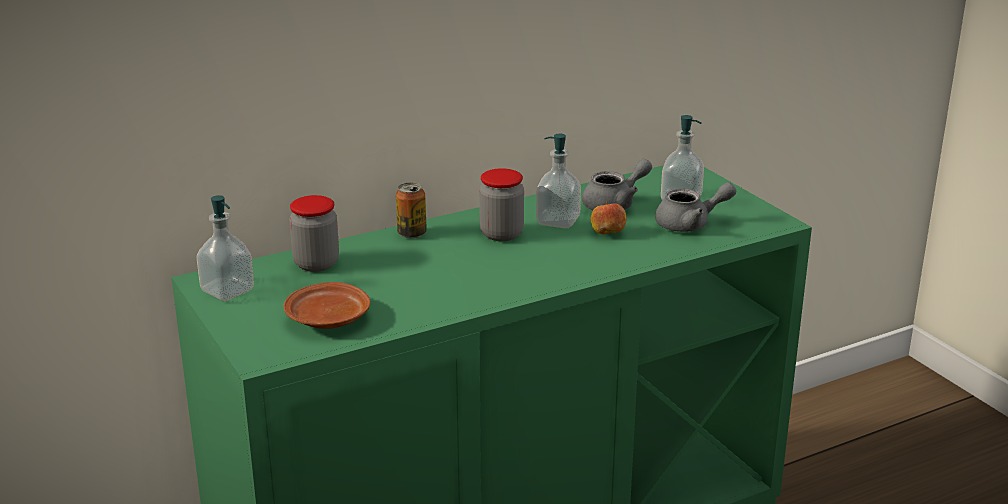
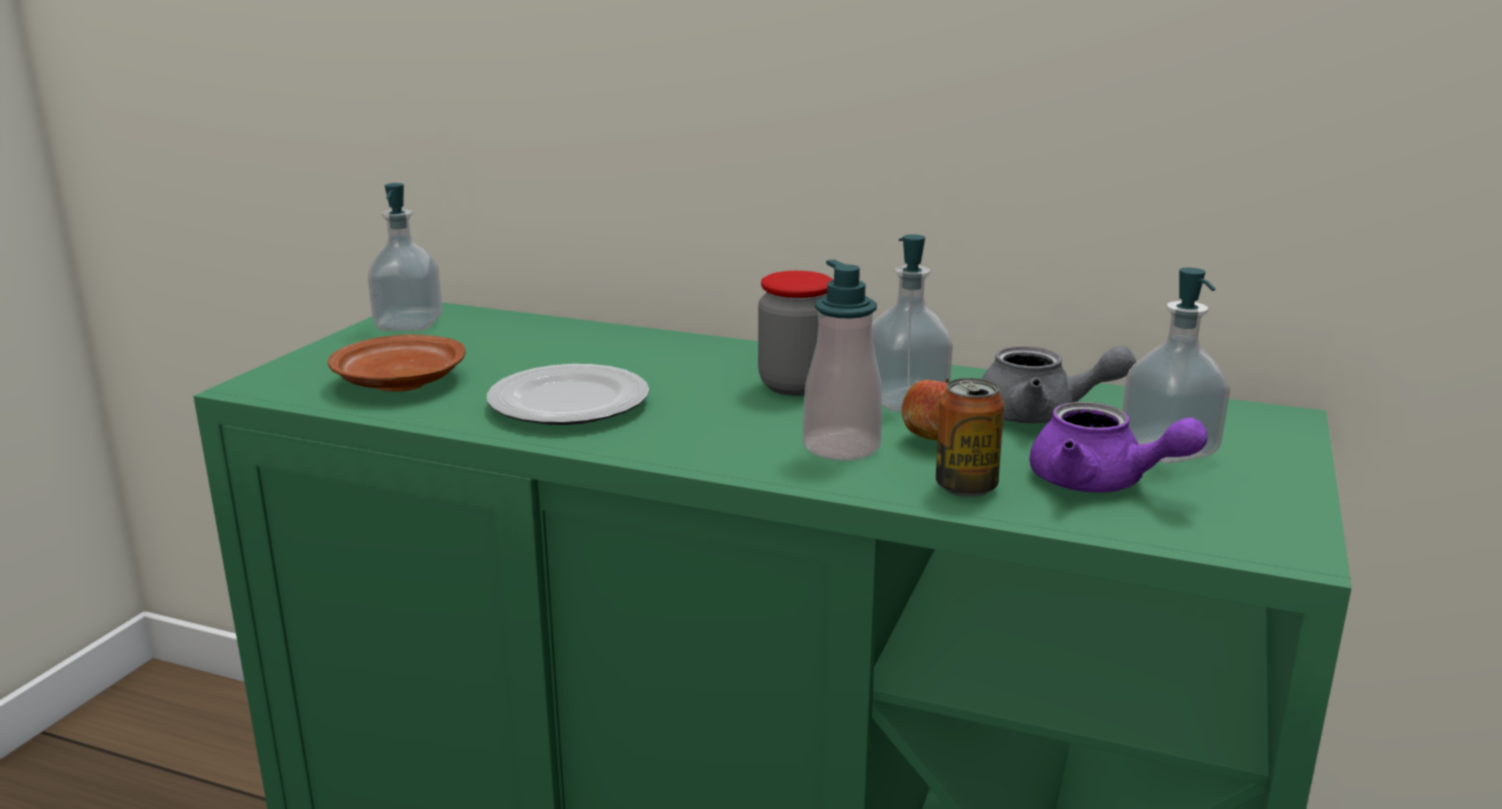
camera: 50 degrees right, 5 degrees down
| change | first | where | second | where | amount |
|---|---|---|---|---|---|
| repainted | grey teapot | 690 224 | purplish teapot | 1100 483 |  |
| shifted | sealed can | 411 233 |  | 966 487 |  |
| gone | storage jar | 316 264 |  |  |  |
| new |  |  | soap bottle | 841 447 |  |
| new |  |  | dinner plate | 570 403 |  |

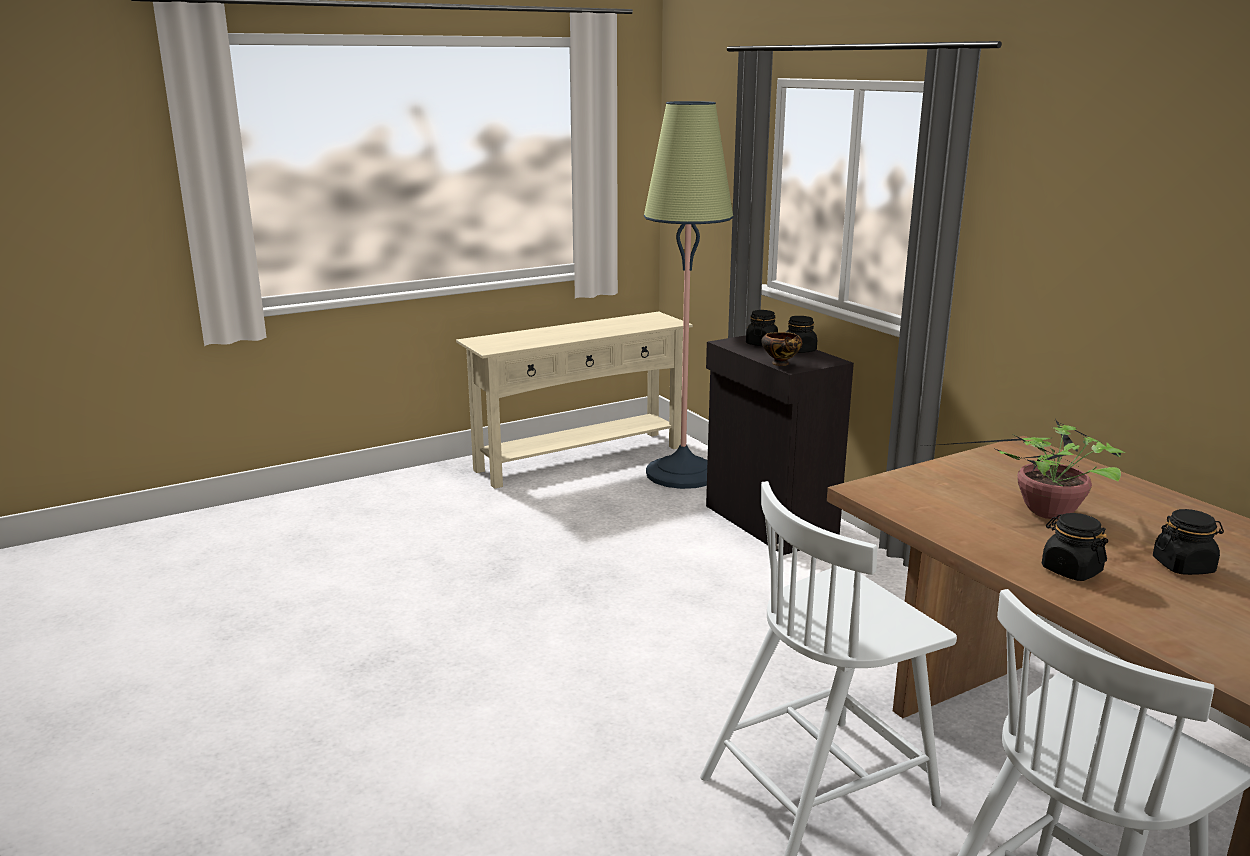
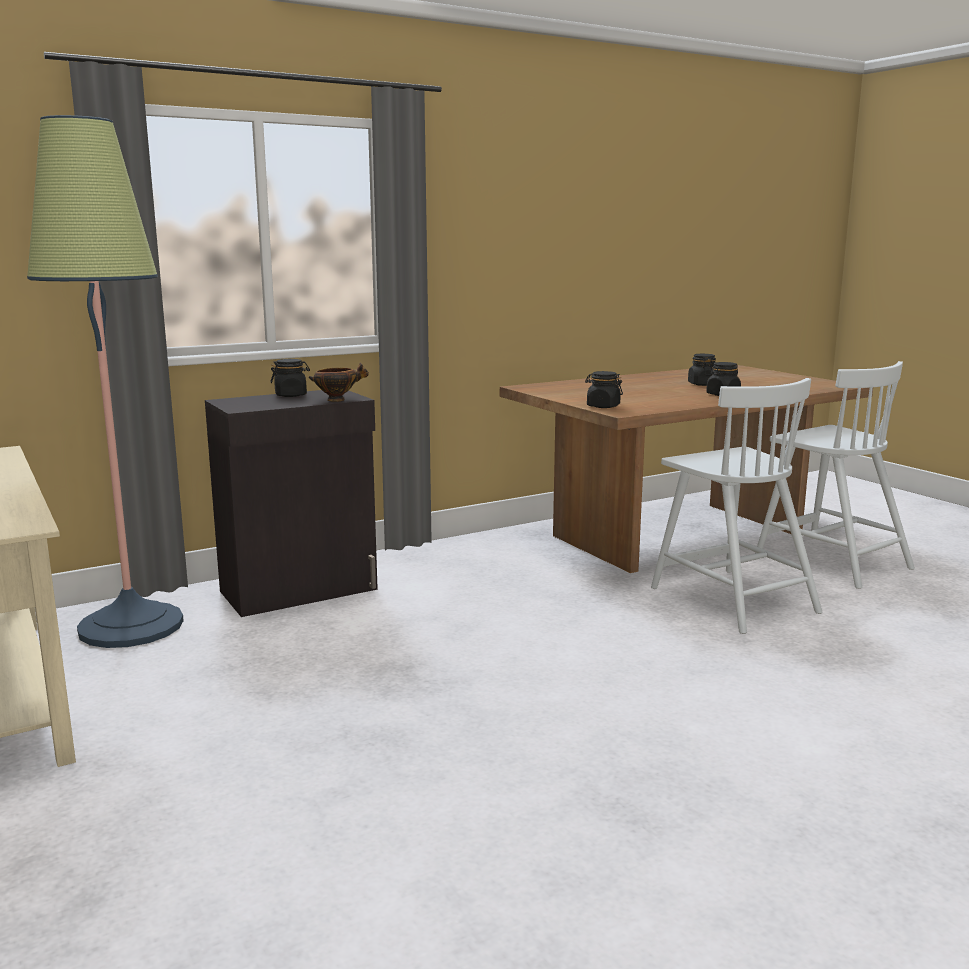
camera: 90 degrees left, 5 degrees down
| change | first | where | second | where | amount |
|---|---|---|---|---|---|
| shifted | blackish storage jar | 761 343 |  | 603 406 |  |
| gone | plant in a pot | 1043 512 |  |  |  |

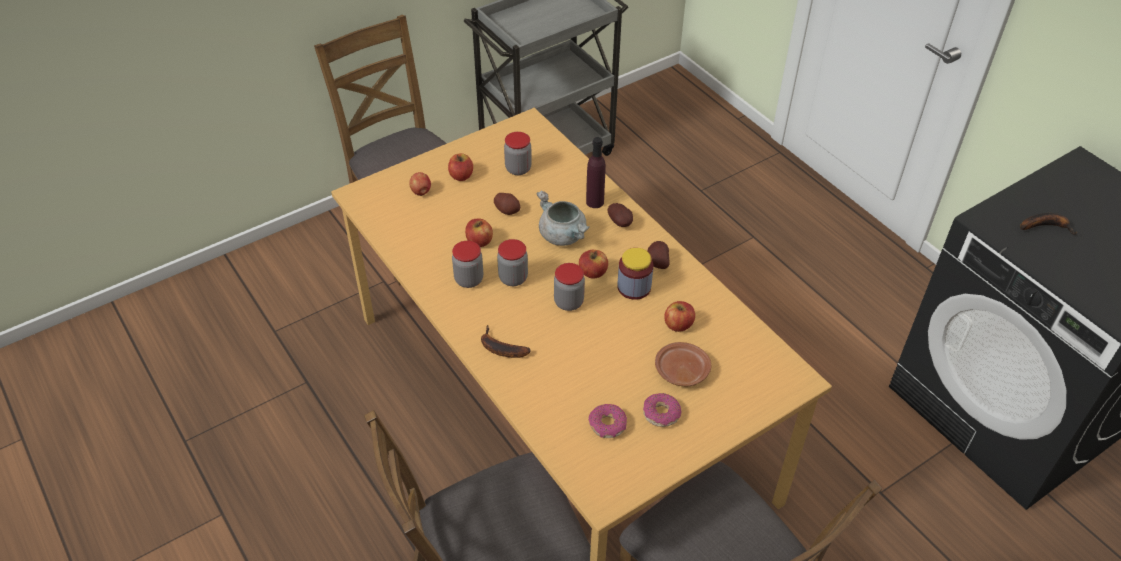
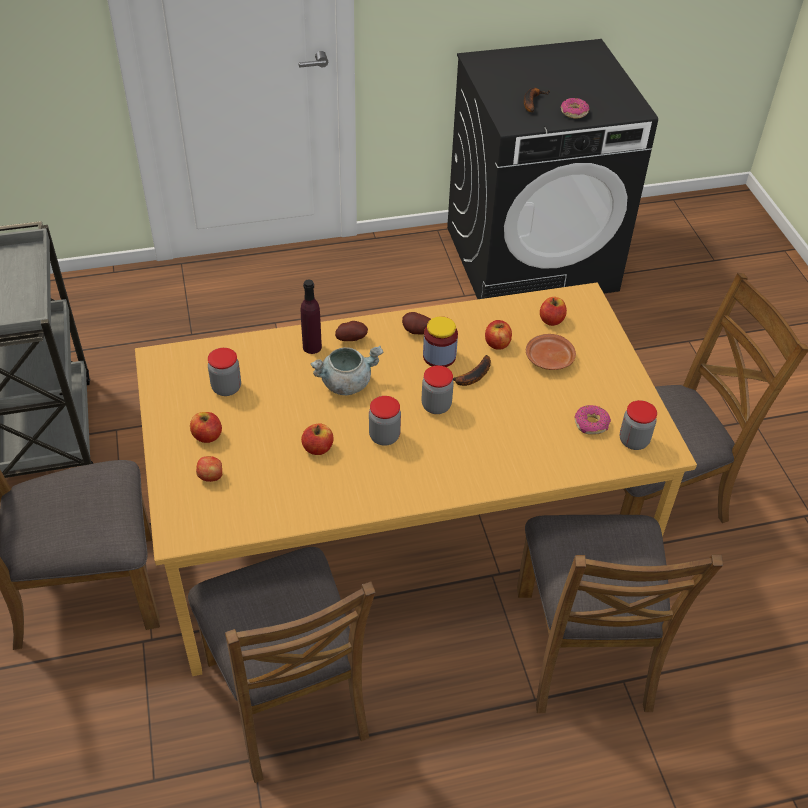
camera: 70 degrees left, 0 degrees up
| change | first | where | second | where | amount |
|---|---|---|---|---|---|
| gone | whole potato | 507 210 |  |  |  |
| shifted | storage jar | 469 279 |  | 633 441 |  |
| shifted | apple | 593 272 |  | 551 320 |  |
| shifted | banana | 499 348 |  | 471 377 |  |
| shifted | ring doughnut | 661 414 |  | 573 112 |  |
| new |  |  | brown chair | 288 696 |  |

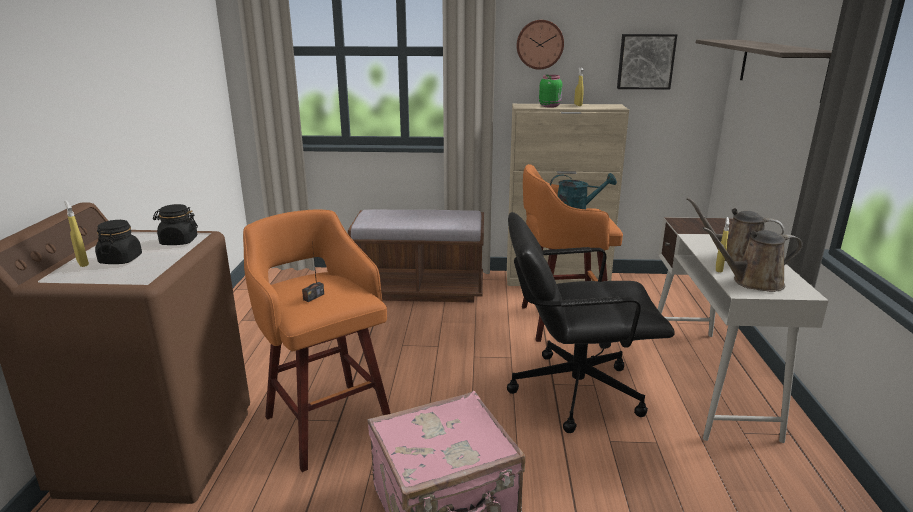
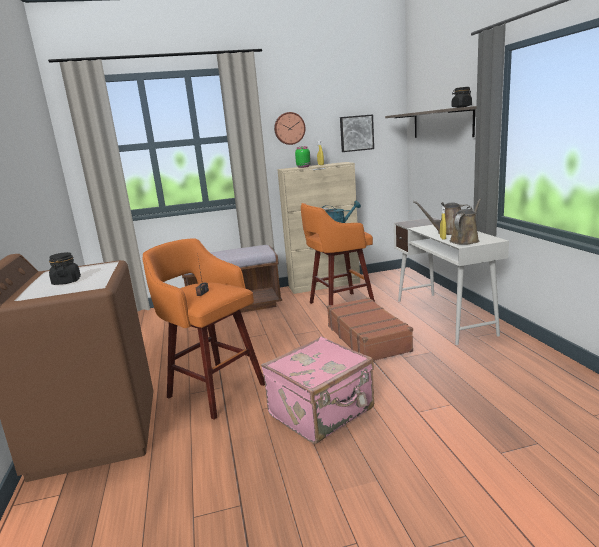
camera: 15 degrees left, 5 degrees down
| change | first | where | second | where | amount |
|---|---|---|---|---|---|
| gone | yellow-coloured hand sprayer | 83 263 |  |  |  |
| shifted | blackish storage jar | 179 241 |  | 461 107 |  |
| swapped | blackish computer chair | 574 390 | brown piece of luggage | 368 338 |  |
| rotated | brown watering pot | 753 282 |  | 465 240 | 150 degrees clockwise |

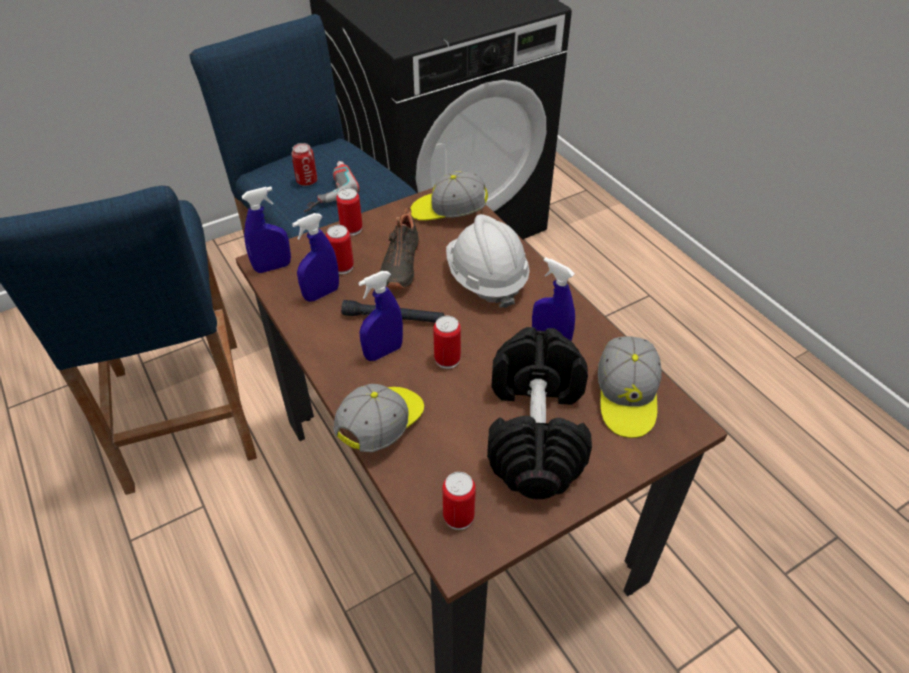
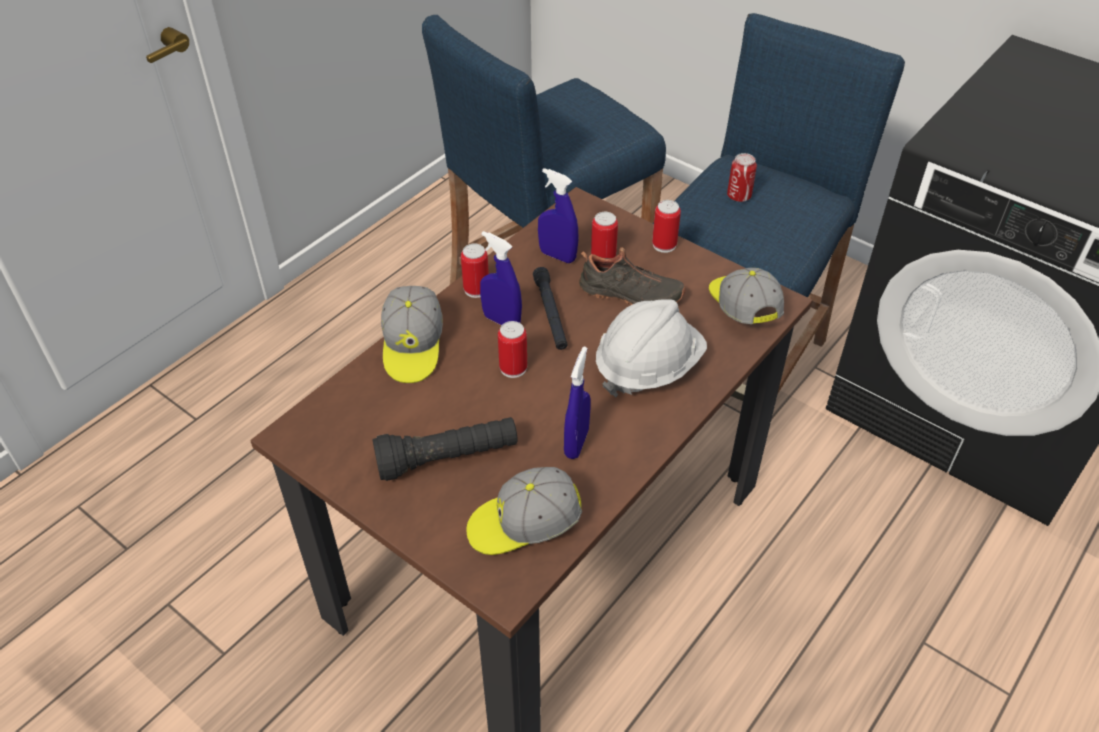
camera: 70 degrees right, 0 degrees up
| change | first | where | second | where | amount |
|---|---|---|---|---|---|
| gone | drill | 325 190 |  |  |  |
| gone | blue-coloured hand sprayer | 273 267 |  |  |  |
| rotated | blackish item of footwear | 399 265 |  | 630 295 | 150 degrees counterclockwise |
| swapped | blackish free weight | 536 431 | blackish hand torch | 447 458 |  |
| rotated | peaked cap | 382 425 |  | 413 347 | 75 degrees clockwise |
| shifted | sealed can | 458 516 |  | 476 289 |  |

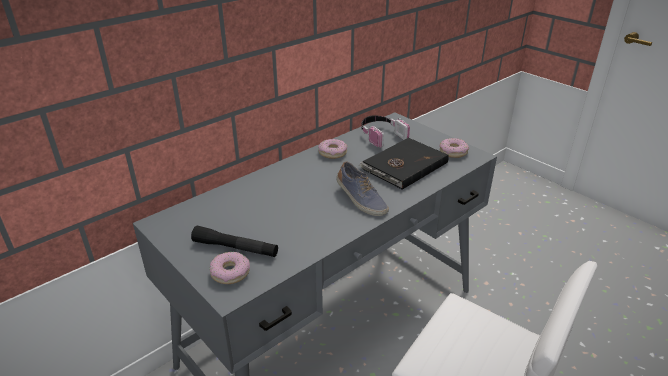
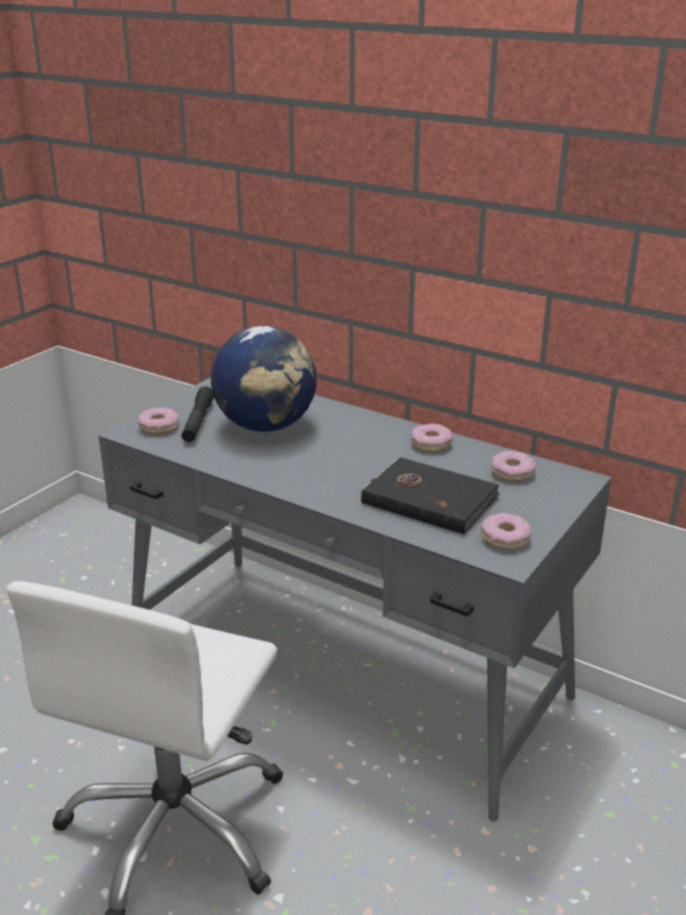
camera: 75 degrees right, 5 degrees down
| change | first | where | second | where | amount |
|---|---|---|---|---|---|
| swapped | headset | 381 135 | ring doughnut | 512 473 |  |
| gone | item of footwear | 360 200 |  |  |  |
| new |  |  | globe | 266 426 |  |

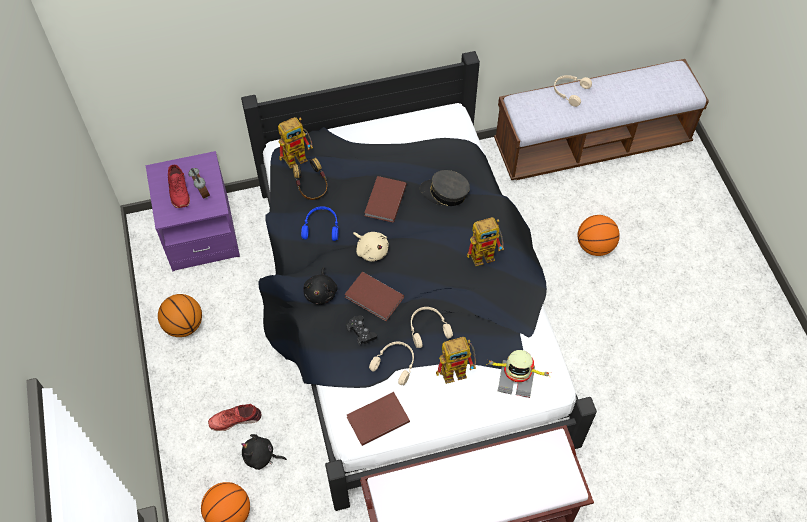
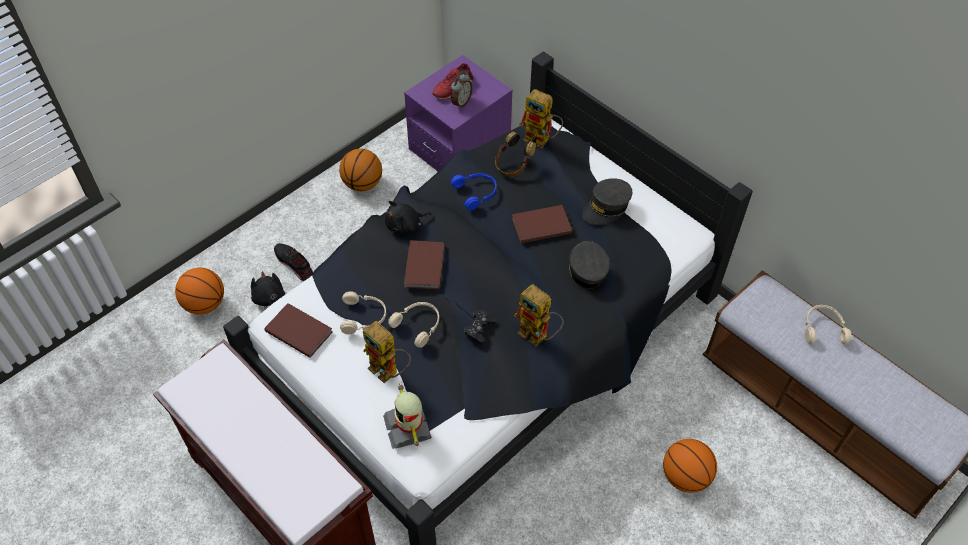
camera: 60 degrees right, 5 degrees down
| change | first | where | second | where | amount |
|---|---|---|---|---|---|
| gone | sand-coloured soft toy | 371 250 |  |  |  |
| shifted | blackish joypad | 361 332 |  | 479 329 |  |
| repainted | red item of footwear | 235 419 | blackish item of footwear | 294 264 |  |
| new |  |  | grey peaked cap | 606 208 |  |

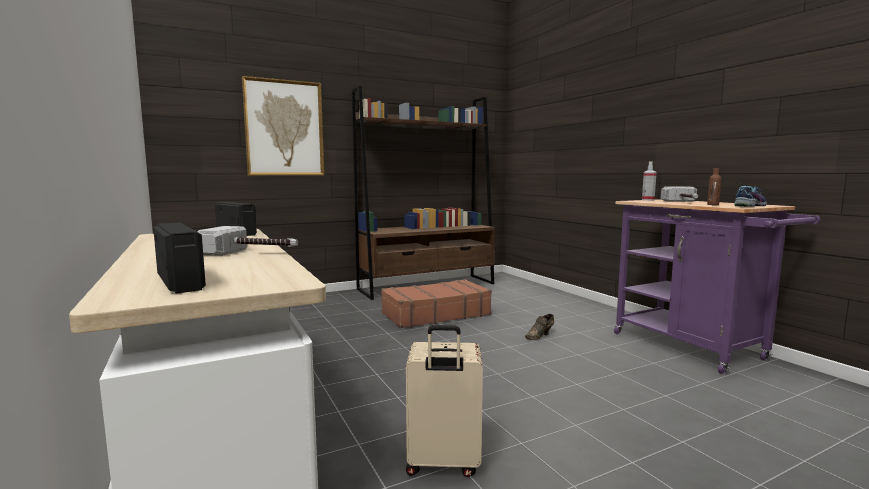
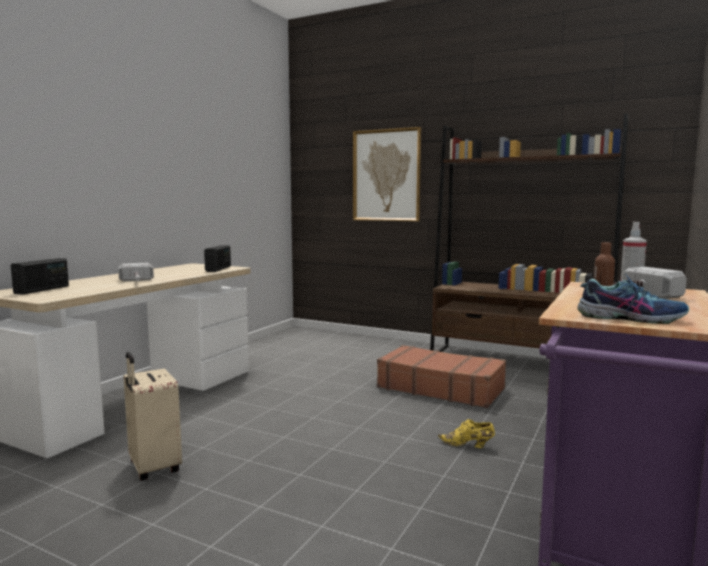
camera: 55 degrees right, 0 degrees up
| change | first | where | second | where | amount |
|---|---|---|---|---|---|
| repainted | brown item of footwear | 540 336 | yellow-coloured item of footwear | 468 445 |  |

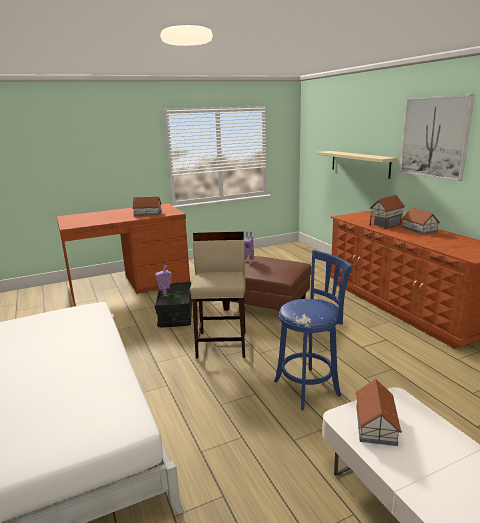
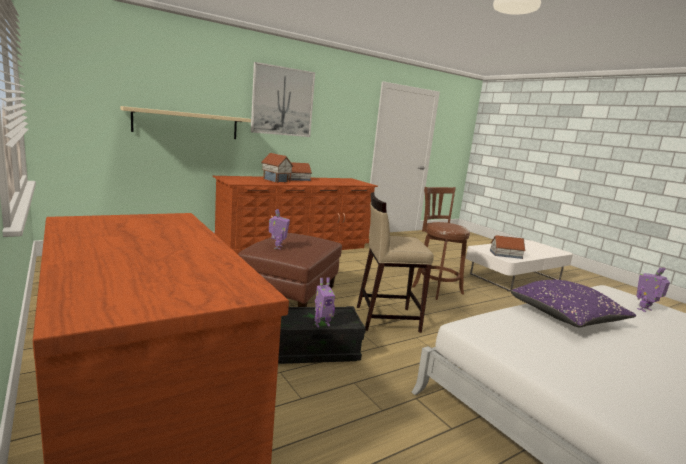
camera: 100 degrees left, 5 degrees down
| change | first | where | second | where | amount |
|---|---|---|---|---|---|
| gone | toy house | 147 213 |  |  |  |
| repainted | blue-coloured stool | 310 387 | brown stool | 435 289 |  |
| new |  |  | robot figure | 645 310 |  |
| new |  |  | purplish throw pillow | 566 318 |  |

